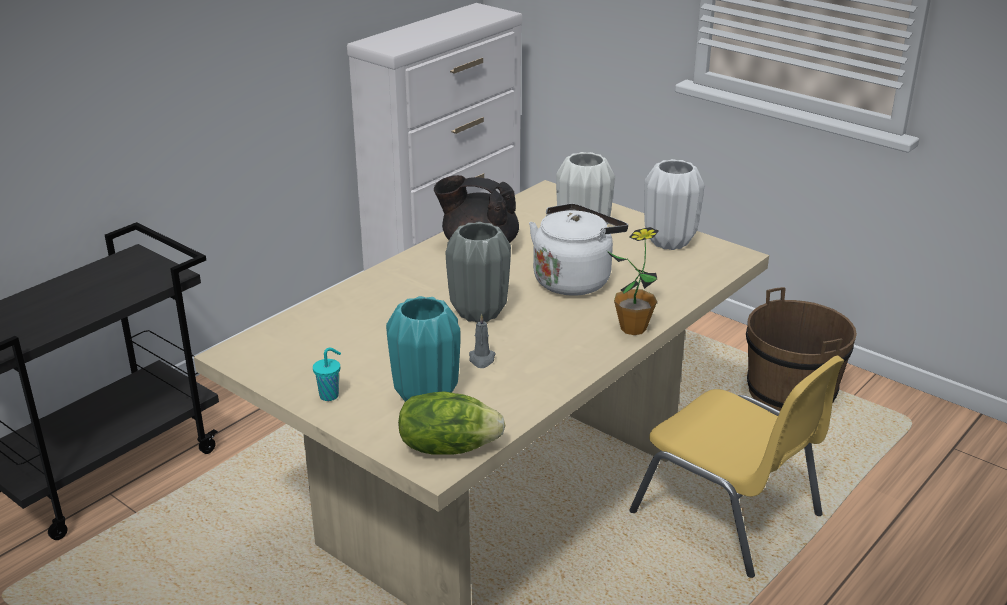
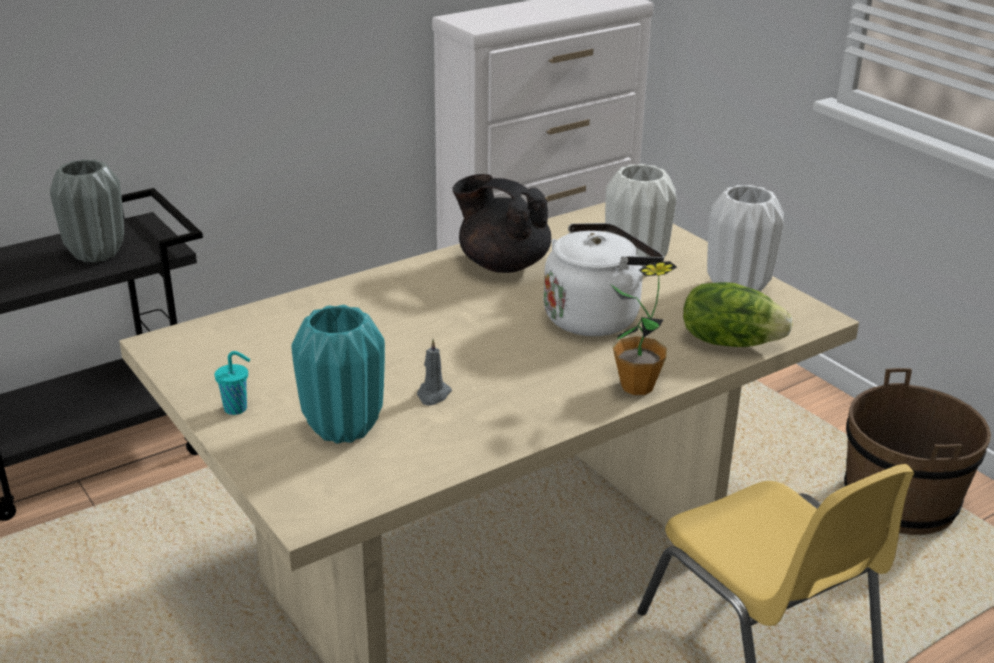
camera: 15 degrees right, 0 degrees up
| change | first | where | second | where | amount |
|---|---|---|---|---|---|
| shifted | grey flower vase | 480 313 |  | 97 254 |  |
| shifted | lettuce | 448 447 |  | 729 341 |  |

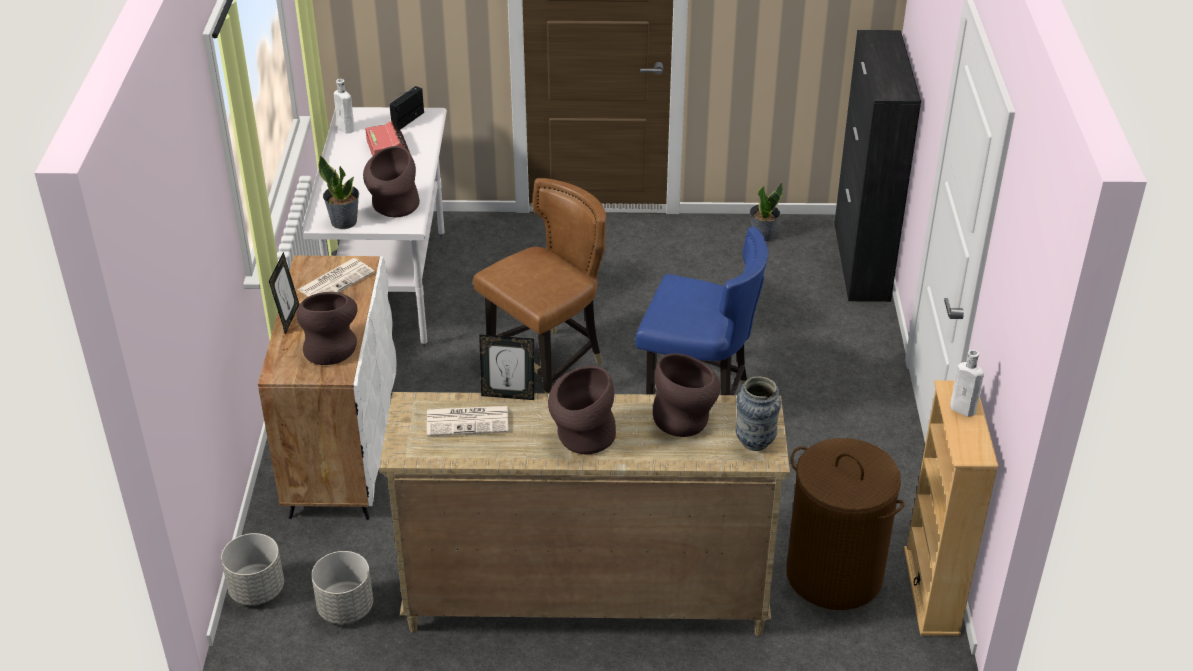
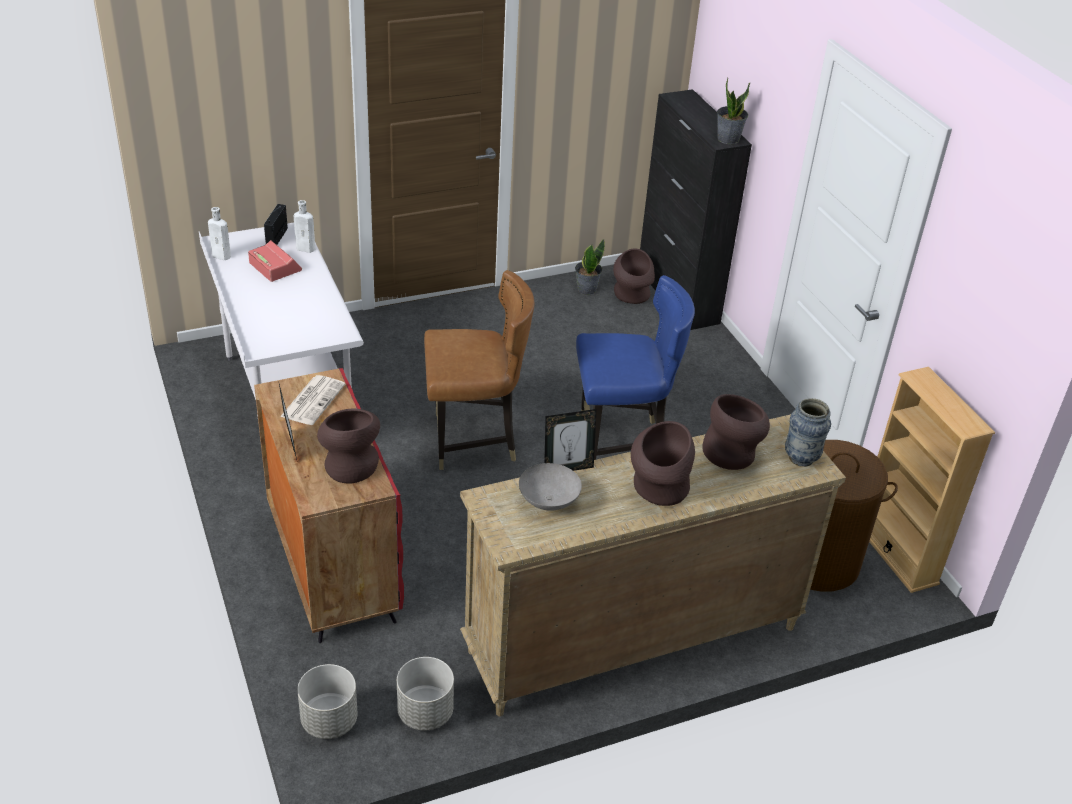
camera: 25 degrees left, 0 degrees up
| change | first | where | second | where | amount |
|---|---|---|---|---|---|
| shifted | brown flower vase | 393 208 |  | 631 297 |  |
| shifted | plant in a pot | 344 221 |  | 728 138 |  |
| rotated | brown chair | 547 365 |  | 473 440 | 60 degrees clockwise |
| repainted | white-coloured cabinet | 342 449 | red cabinet | 331 564 |  |
| shifted | white-coloured drink bottle | 964 410 |  | 307 249 |  |
| swapped | printed paper | 469 421 | grey deep dish | 549 501 |  |

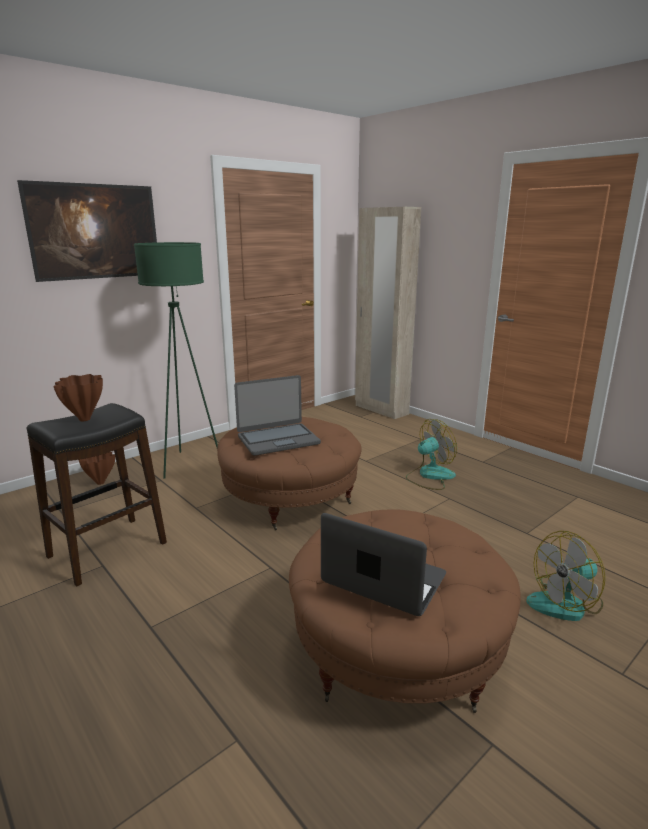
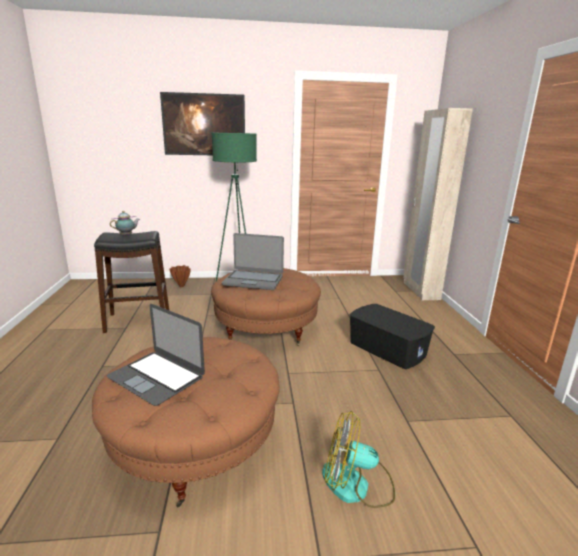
camera: 35 degrees right, 0 degrees up
| change | first | where | second | where | amount |
|---|---|---|---|---|---|
| swapped | brown flower vase | 85 419 | teapot | 127 235 |  |
| swapped | fan | 429 476 | blackish storage box | 387 349 |  |
| rotated | laptop | 384 578 |  | 156 377 | 150 degrees clockwise |

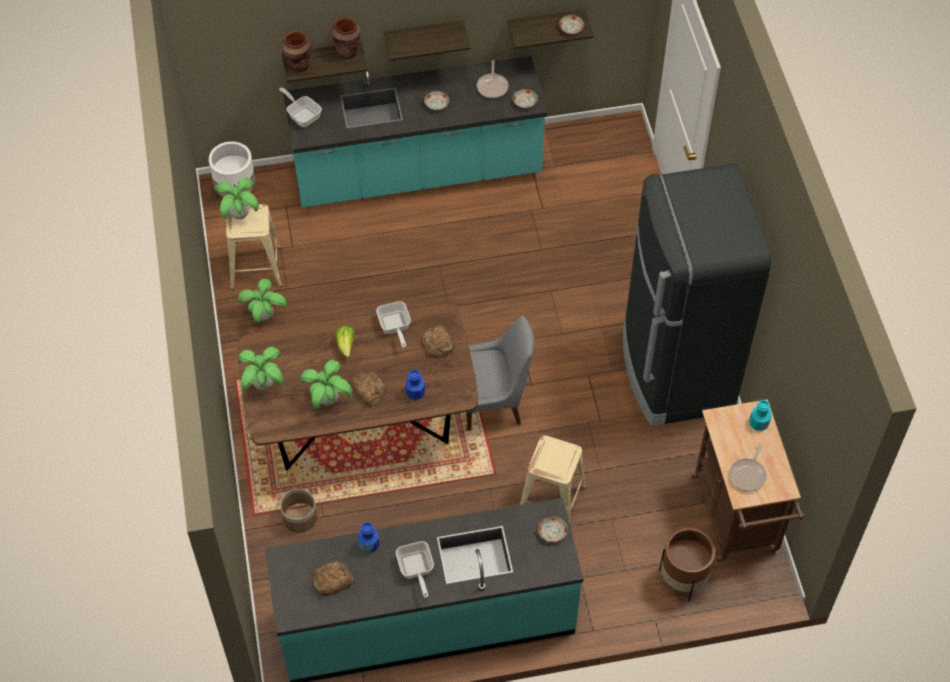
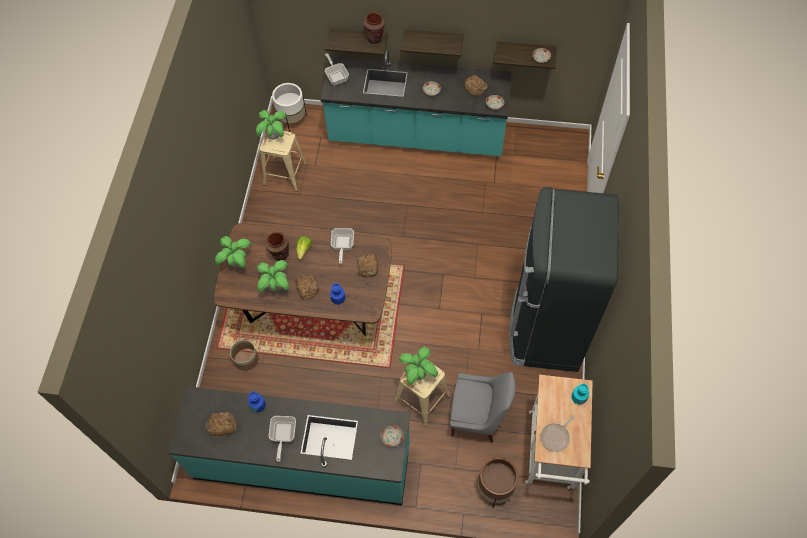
camera: 20 degrees right, 5 degrees up
| change | first | where | second | where | amount |
|---|---|---|---|---|---|
| shifted | brown flower vase | 299 65 |  | 280 254 |  |
| swapped | frying pan | 492 86 | bread | 475 87 |  |
| shifted | plant in a pot | 264 316 |  | 418 374 |  |
| shifted | grey chair | 493 402 |  | 477 417 |  |
| repainted | brown trolley | 737 520 | white-coloured trolley | 550 455 |  |

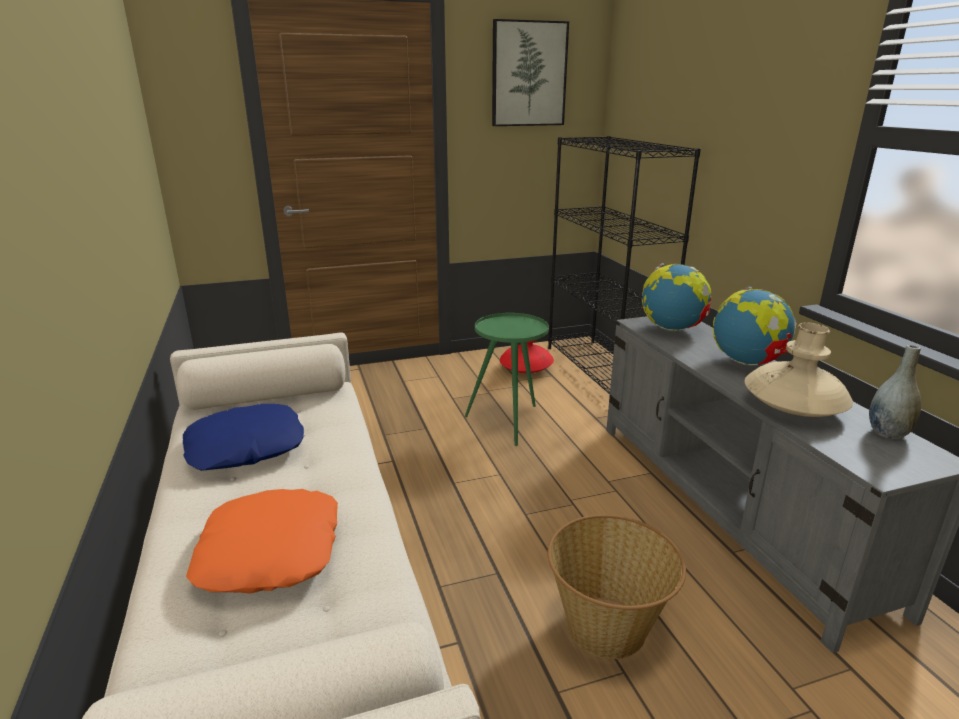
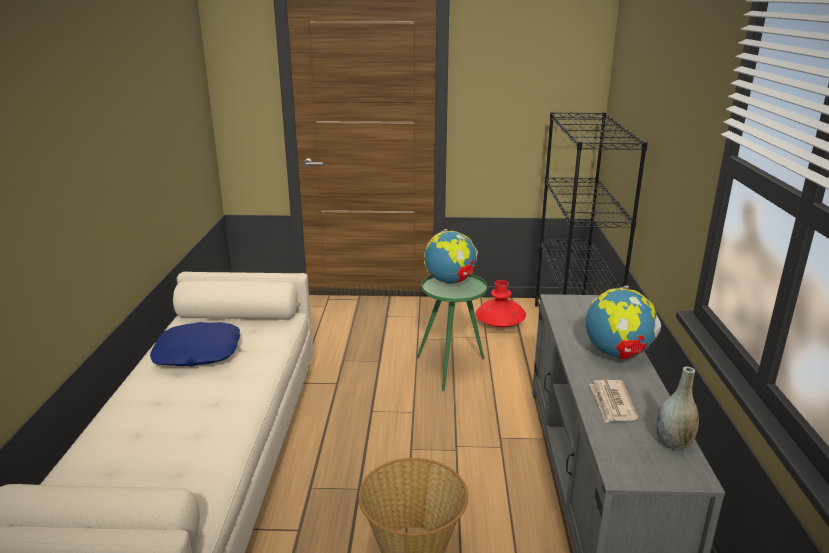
camera: 20 degrees right, 0 degrees up
| change | first | where | second | where | amount |
|---|---|---|---|---|---|
| gone | picture | 528 74 |  |  |  |
| shifted | globe | 672 329 |  | 450 282 |  |
| swapped | sand-coloured flower vase | 793 407 | printed paper | 612 403 |  |
| gone | orangey throw pillow | 268 551 |  |  |  |

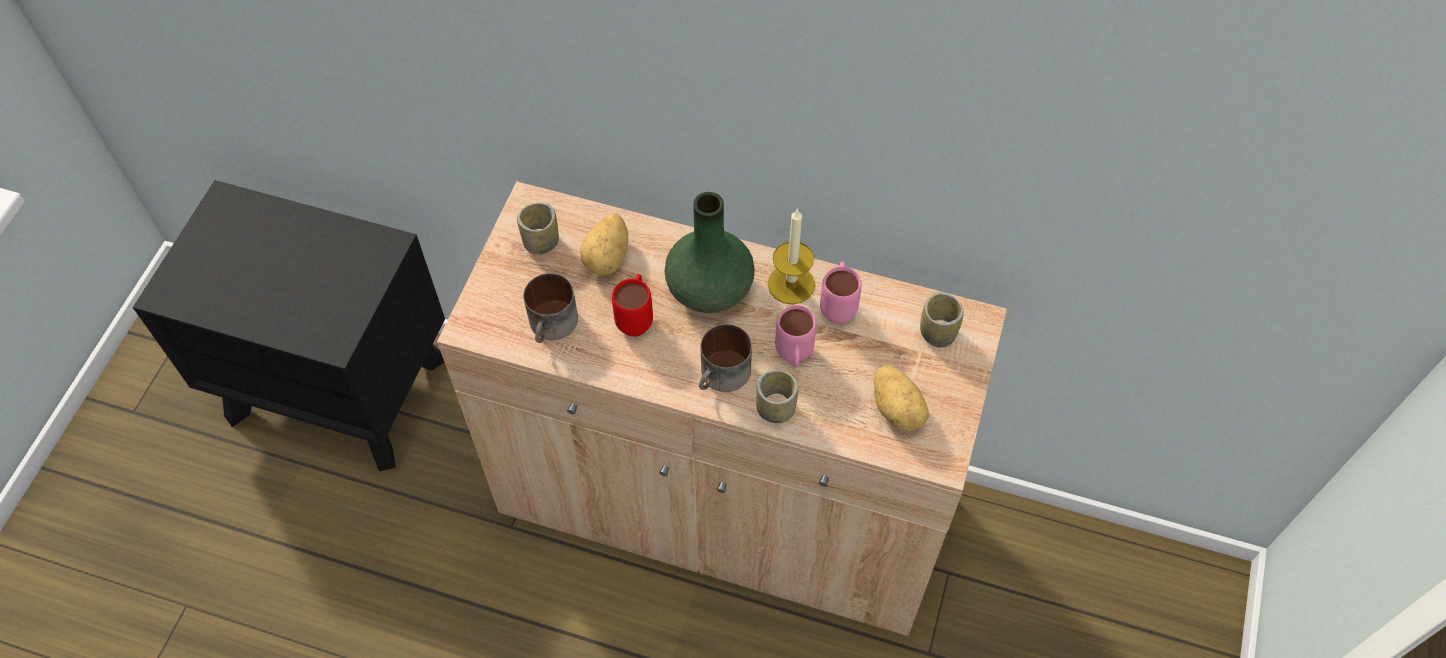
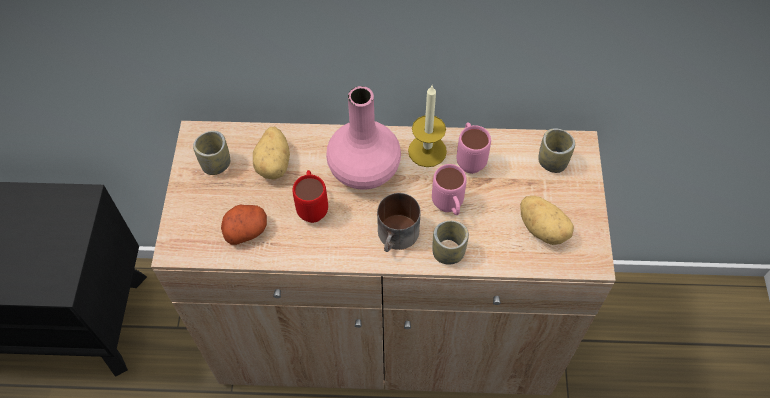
camera: 15 degrees left, 0 degrees up
| change | first | where | second | where | amount |
|---|---|---|---|---|---|
| repainted | green flower vase | 710 289 | pink-coloured flower vase | 365 170 |  |
| swapped | tea mug | 553 326 | whole potato | 246 230 |  |

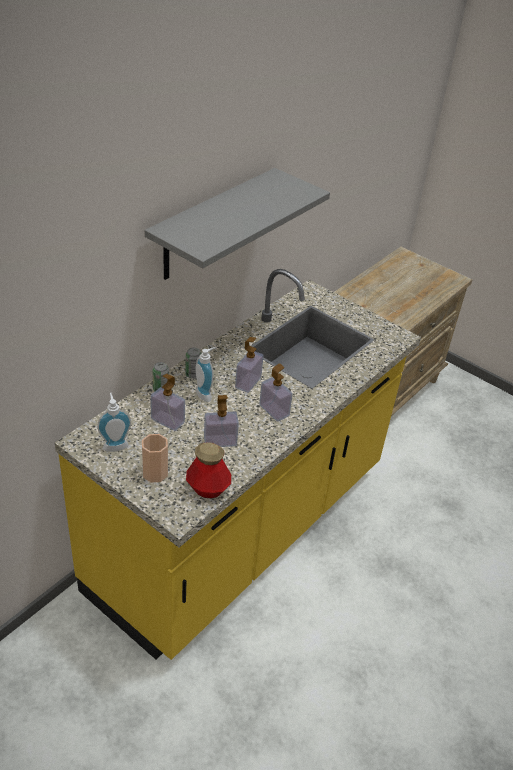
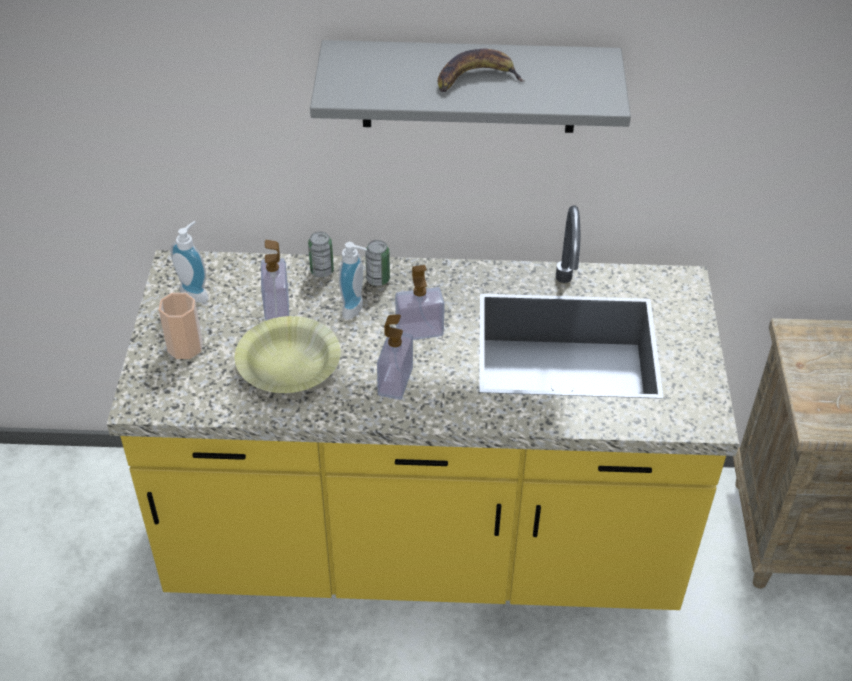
camera: 55 degrees right, 5 degrees up
| change | first | where | second | where | amount |
|---|---|---|---|---|---|
| swapped | soap bottle | 220 441 | yellow-coloured deep dish | 289 367 |  |
| gone | drink bottle | 208 489 |  |  |  |
| new |  |  | banana | 476 78 |  |

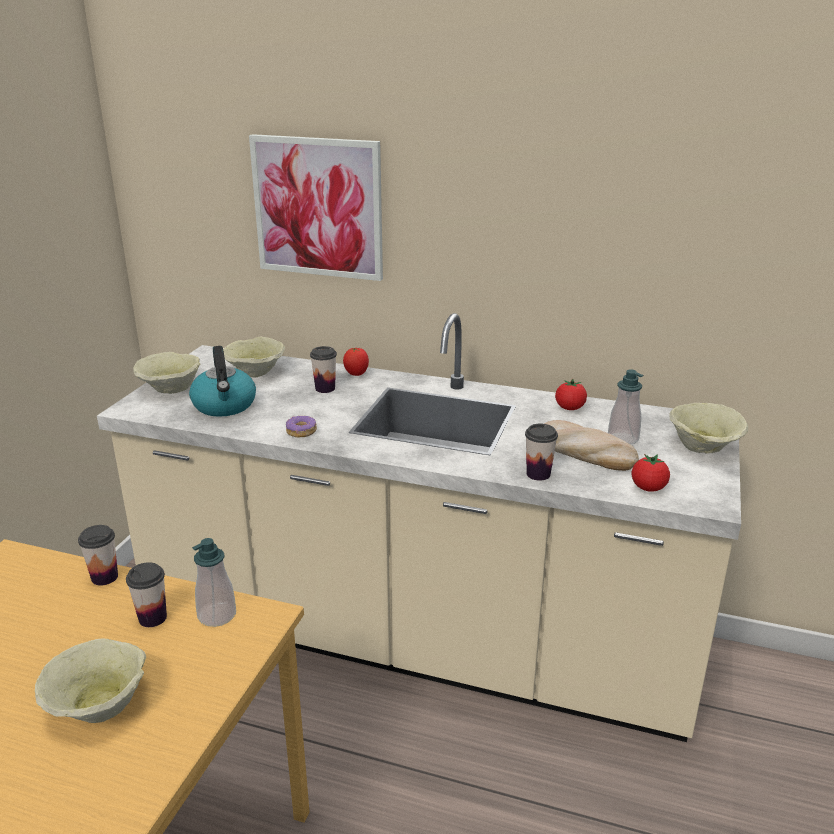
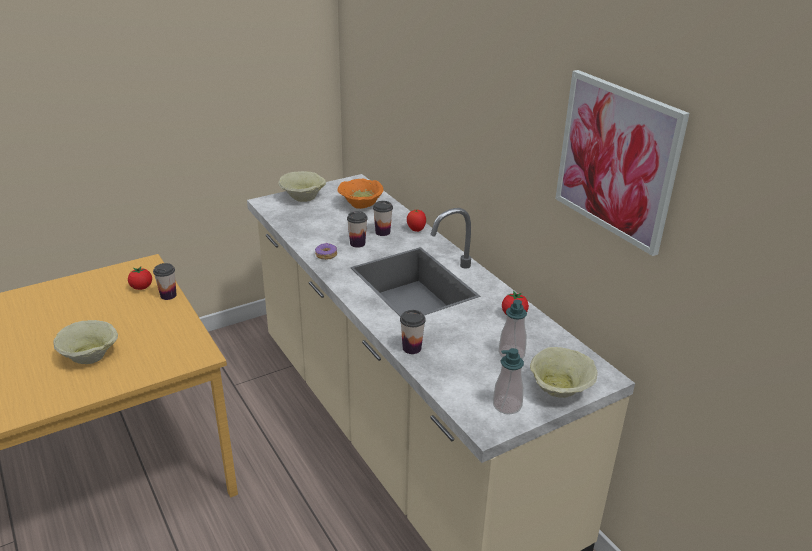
camera: 40 degrees right, 5 degrees up
| change | first | where | second | where | amount |
|---|---|---|---|---|---|
| shifted | picture | 318 207 |  | 617 160 |  |
| repainted | sand-coloured deep dish | 253 373 | orangey deep dish | 360 204 |  |
| gone | water kettle | 225 406 |  |  |  |
| gone | bread | 583 451 |  |  |  |
| shifted | fresh tomato | 648 488 |  | 141 287 |  |
| shifted | soap bottle | 217 615 |  | 507 405 |  |
| shifted | small cup | 152 618 |  | 357 243 |  |

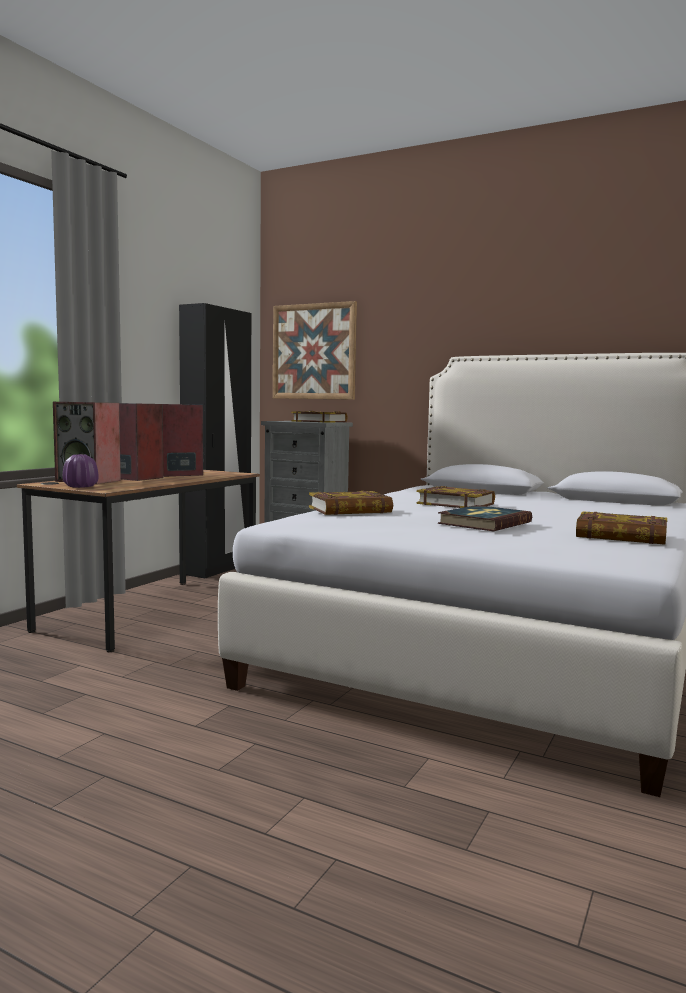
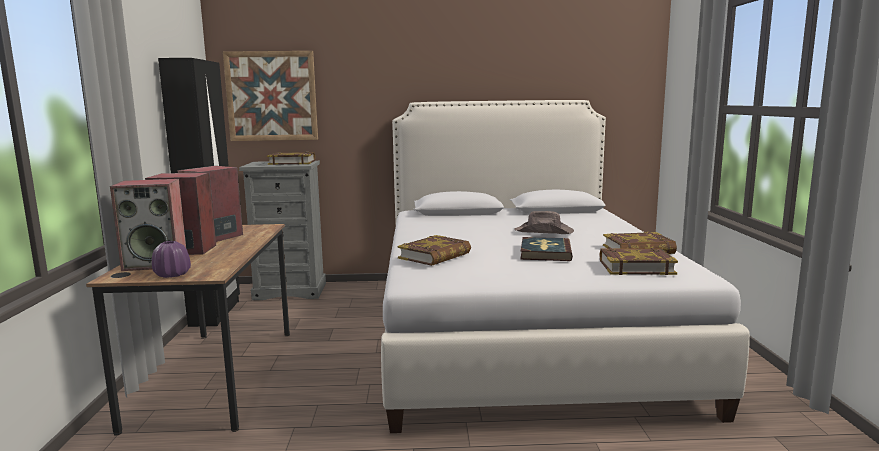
camera: 30 degrees left, 5 degrees up
| change | first | where | second | where | amount |
|---|---|---|---|---|---|
| shifted | book | 456 504 |  | 636 267 |  |
| new |  |  | brown hat | 544 232 |  |

